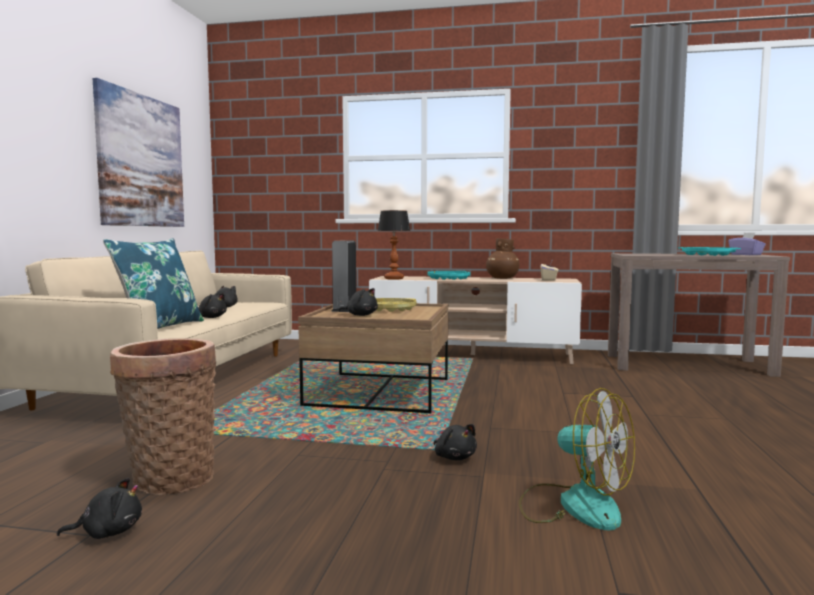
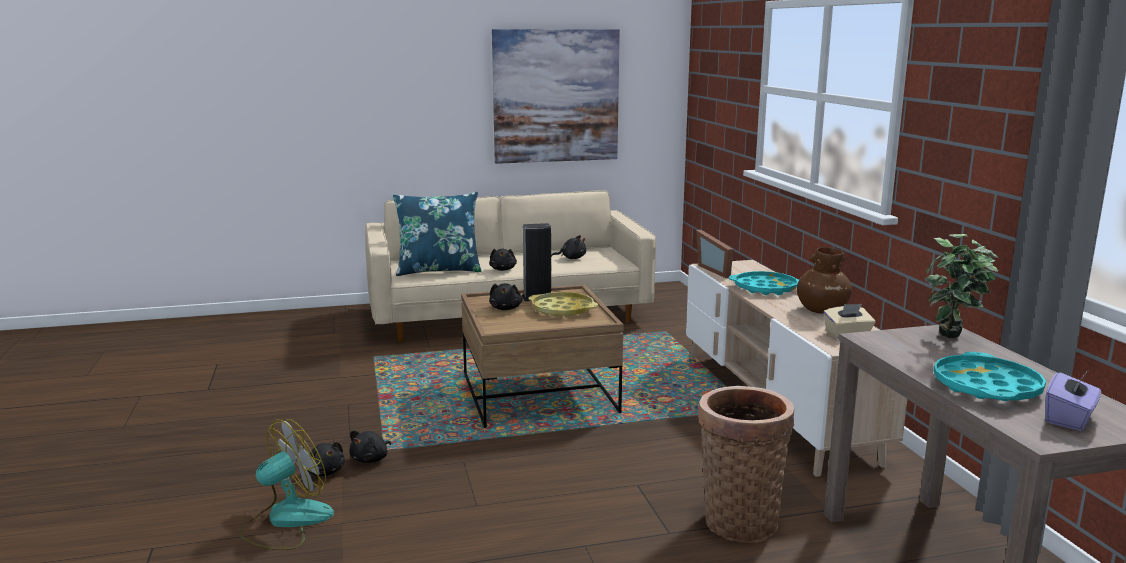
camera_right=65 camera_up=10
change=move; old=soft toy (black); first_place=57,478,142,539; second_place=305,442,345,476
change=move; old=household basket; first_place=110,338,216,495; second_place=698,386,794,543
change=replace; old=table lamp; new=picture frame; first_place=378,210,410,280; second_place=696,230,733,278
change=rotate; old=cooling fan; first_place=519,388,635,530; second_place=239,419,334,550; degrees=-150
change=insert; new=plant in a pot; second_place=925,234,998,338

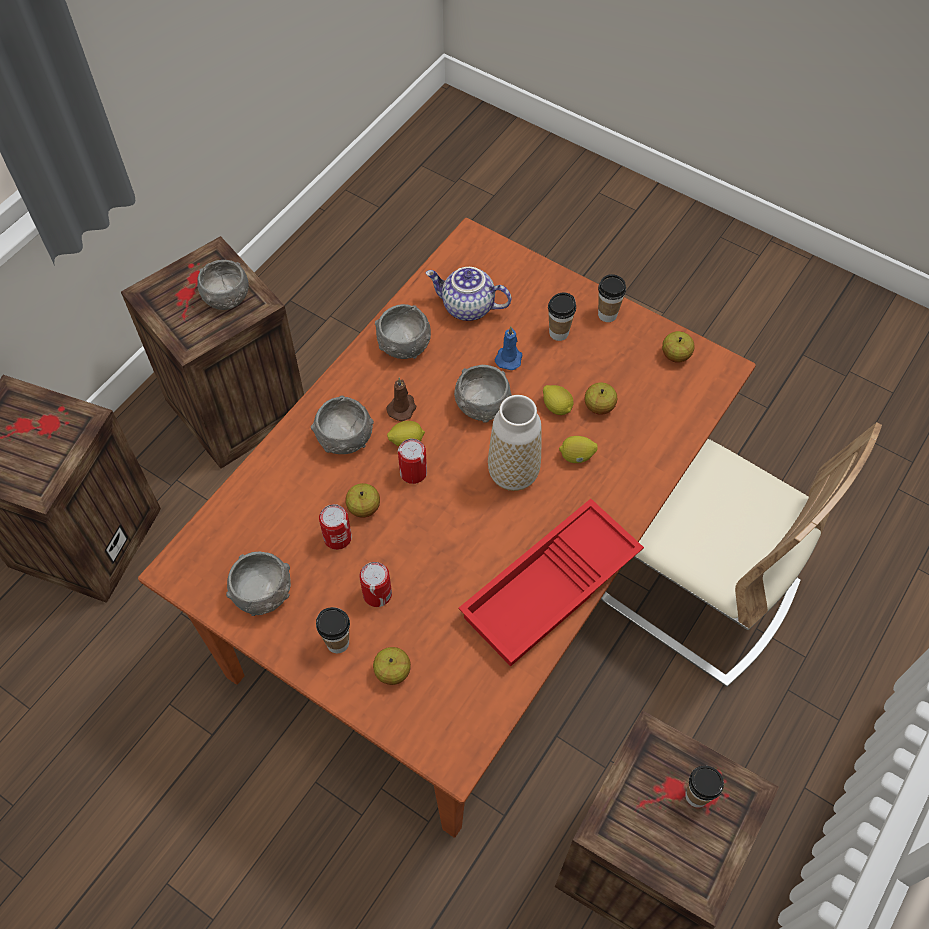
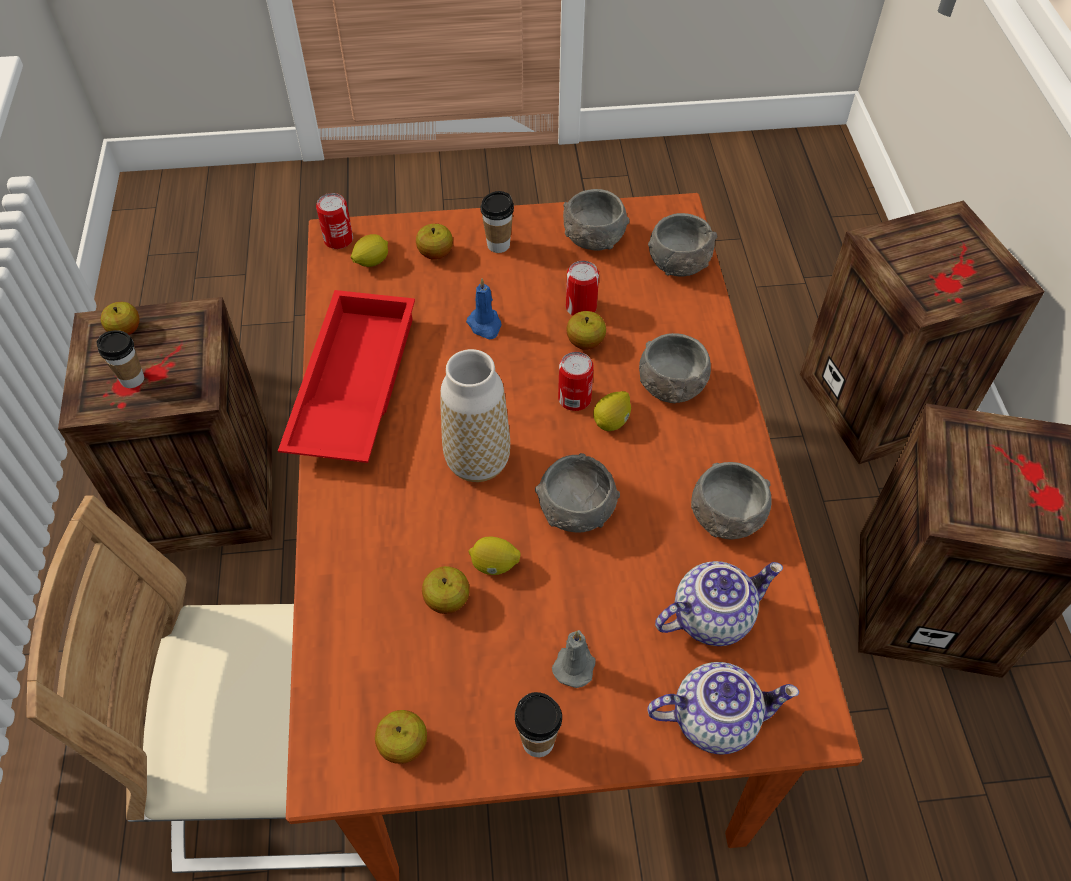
camera_right=140 camera_up=-5
change=move; old=serving bowl (greyish); first_place=197,260,249,310; second_place=648,213,717,277
change=move; old=metal can; first_place=359,562,392,607; second_place=316,193,353,249
change=delete; old=wax candle (brown); first_place=386,378,416,421
change=move; old=wax candle (blue); first_place=495,327,522,370; second_place=466,278,502,339
change=replace; old=small cup; new=wax candle (greyish); first_place=548,292,576,341; second_place=552,630,596,688
change=move; old=lemon; first_place=559,436,598,463; second_place=351,234,388,267
change=insert; new=whole apple; second_place=100,302,139,335
change=insert; new=teapot; second_place=647,662,799,755

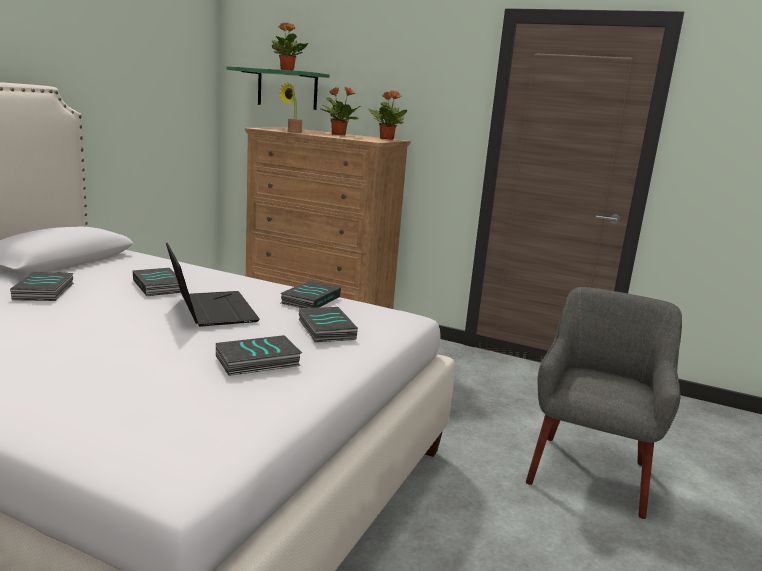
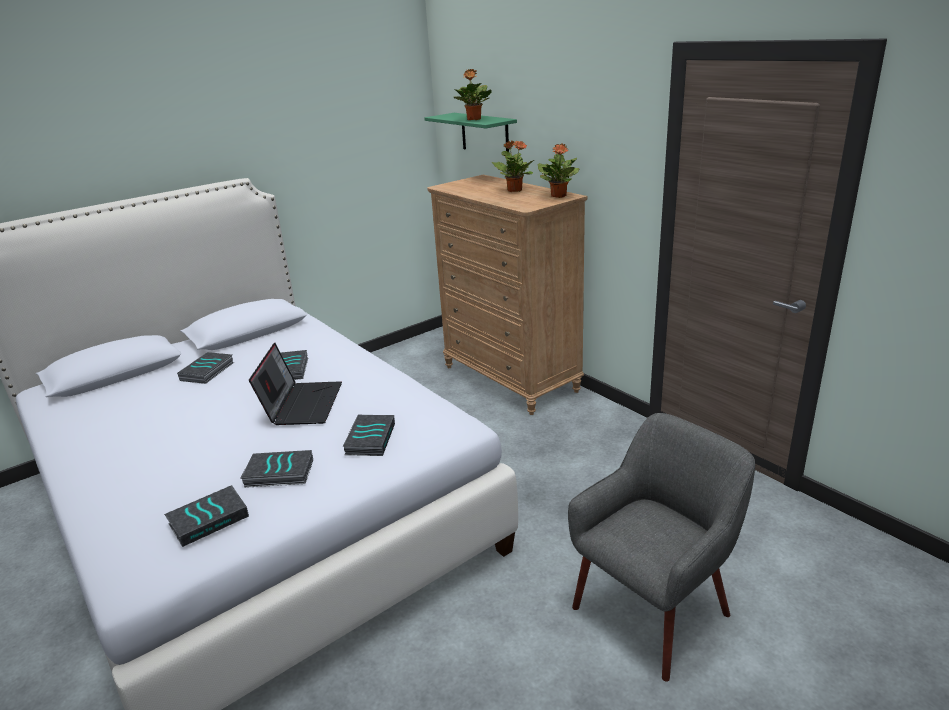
camera_right=30 camera_up=10
change=delete; old=plant in a pot; first_place=279,82,302,133
change=move; old=bound book; first_place=281,280,341,308; second_place=164,485,249,547

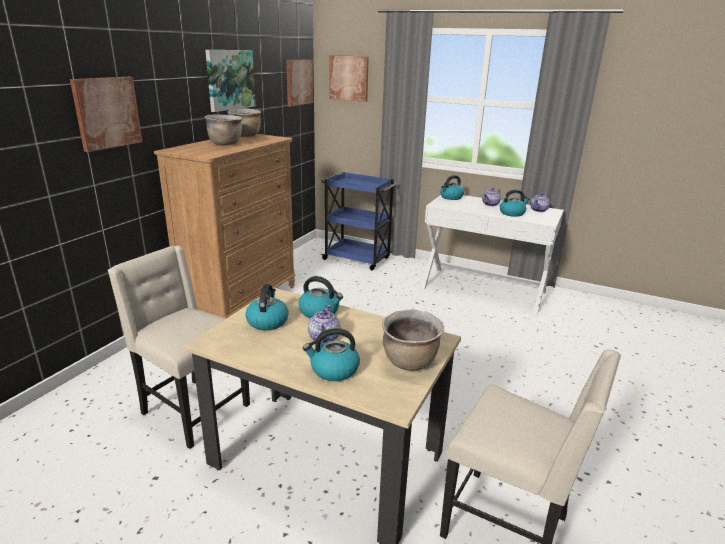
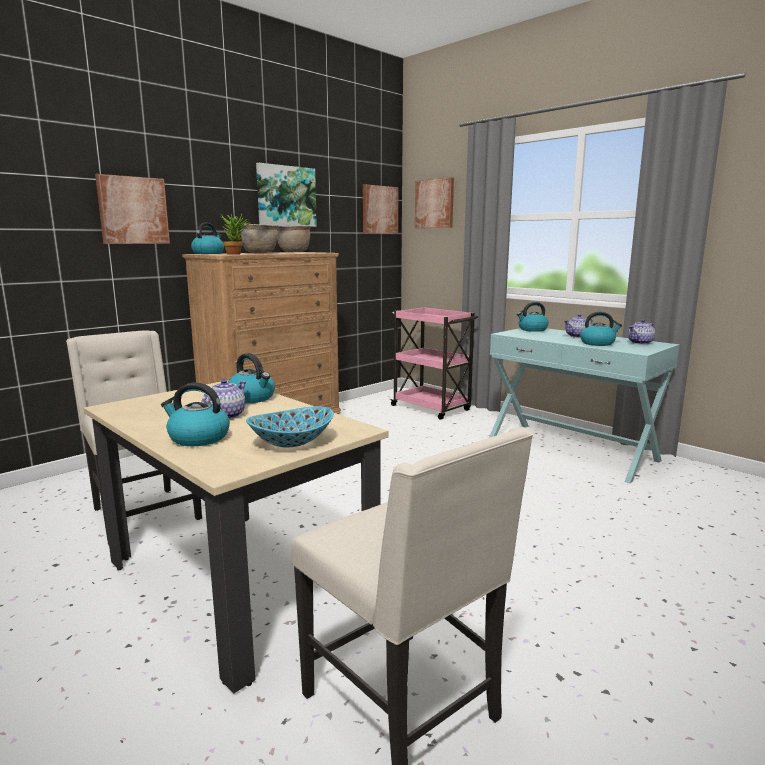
camera_right=20 camera_up=-10
change=move; old=tea kettle; first_place=245,284,289,330; second_place=191,223,224,254
change=recolor; old=wheeled cart (blue); new=wheeled cart (pink); first_place=321,172,398,271; second_place=390,307,478,420
change=replace; old=stockpot (brown); new=serving bowl; first_place=382,309,444,371; second_place=246,406,334,448
change=recolor; old=hall table (white); new=hall table (turquoise); first_place=421,195,564,315; second_place=489,328,680,483
change=insert; new=plant in a pot; second_place=221,214,250,255

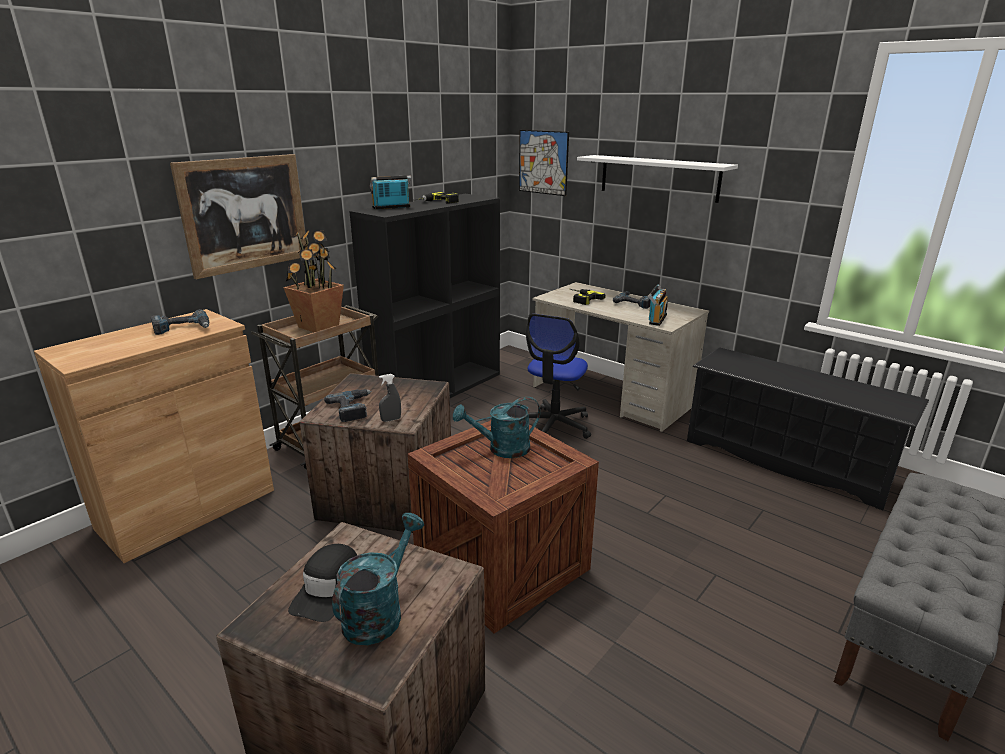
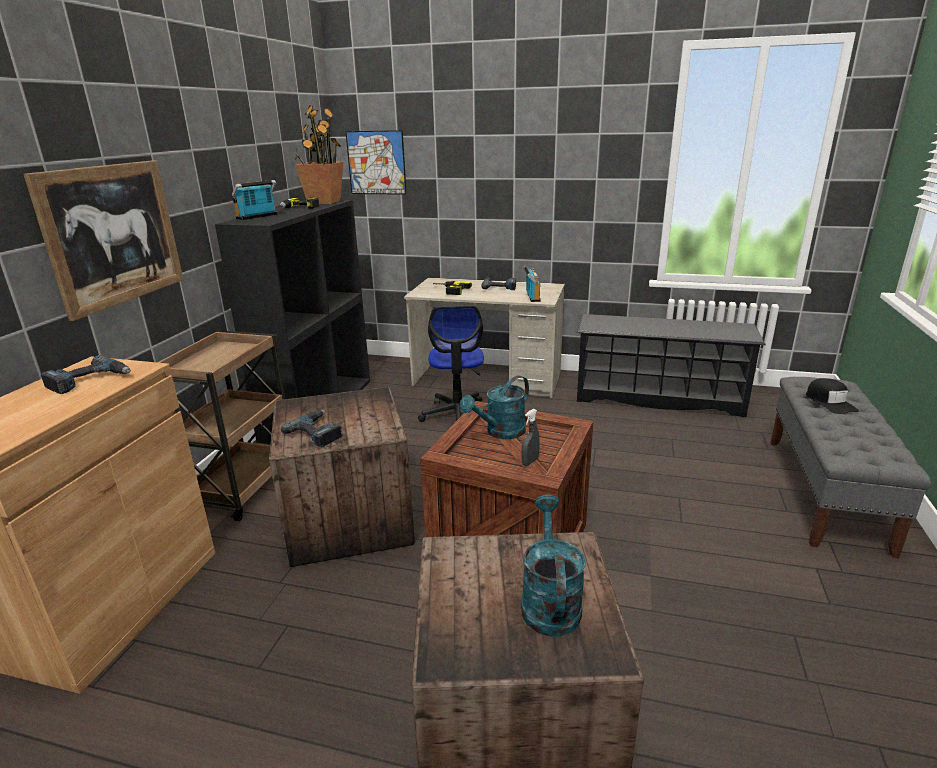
camera_right=-25 camera_up=0
change=move; old=plant in a pot; first_place=283,227,344,332; second_place=295,105,344,204
change=move; old=cap (black); first_place=288,544,357,622; second_place=806,378,859,414
change=move; old=spray bottle (greyish); first_place=379,374,401,422; second_place=522,409,540,466
change=delete; old=shelf (white); first_place=577,155,738,203

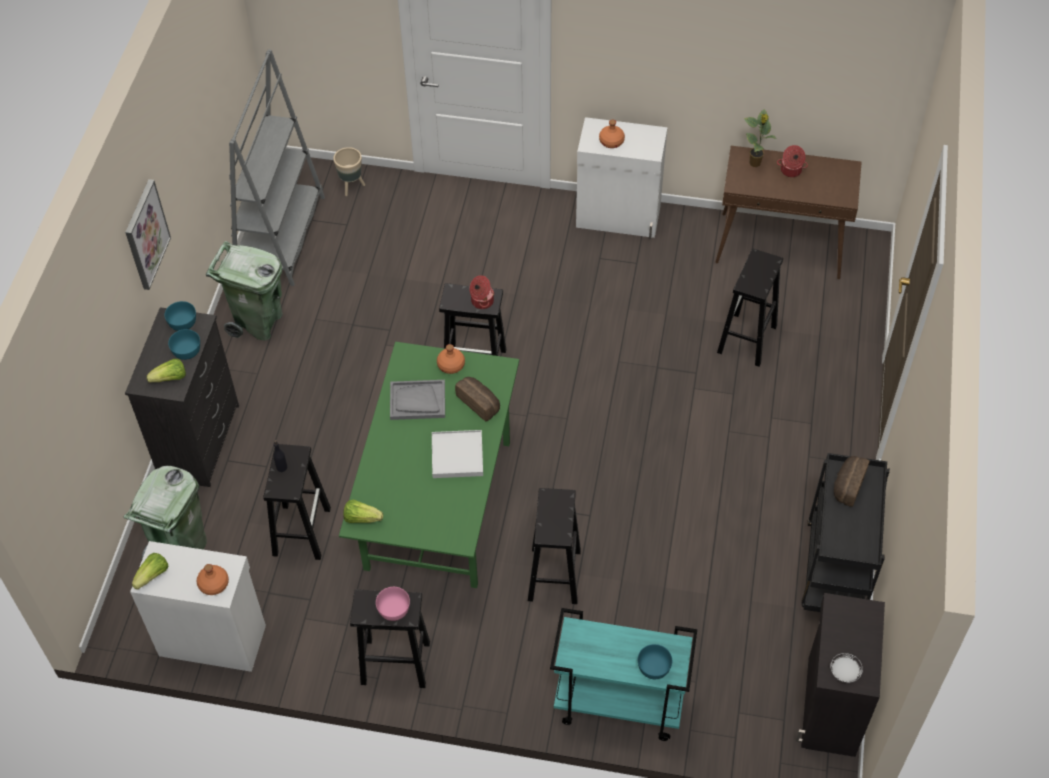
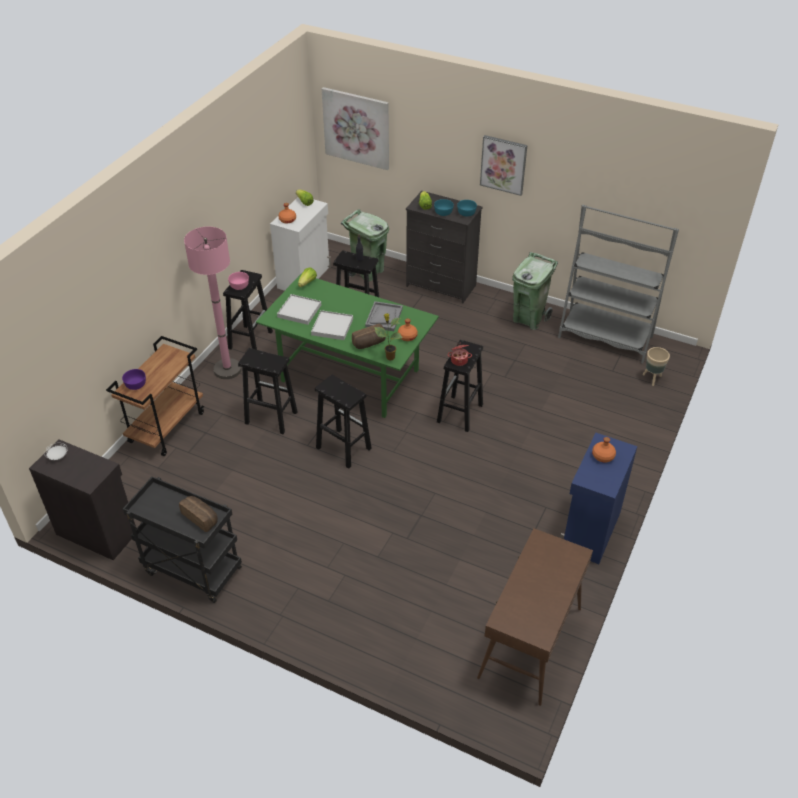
camera_right=105 camera_up=-10
change=recolor; old=wheeled cart (turquoise); new=wheeled cart (brown); first_place=550,608,697,741; second_place=106,336,204,456
change=recolor; old=cabinet (white); new=cabinet (blue); first_place=576,117,668,239; second_place=560,433,637,564
change=recolor; old=serving bowl (turquoise); new=serving bowl (purple); first_place=638,644,672,679; second_place=122,369,146,390
change=move; old=sitting stool (black); first_place=717,249,783,367; second_place=315,375,372,469
change=move; old=plant in a pot; first_place=744,109,776,167; second_place=374,313,403,360
change=delete; old=stockpot; first_place=777,145,808,177
change=insert; new=floor lamp (pink); second_place=184,227,242,379
change=insert; new=carrying tray (white); second_place=277,294,321,325
change=insert; new=picture; second_place=322,87,389,170

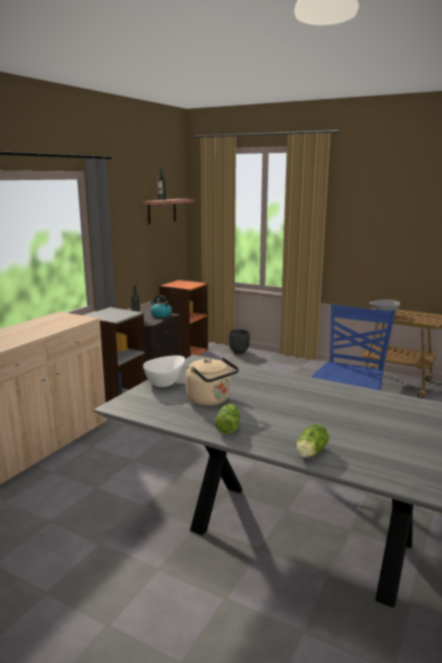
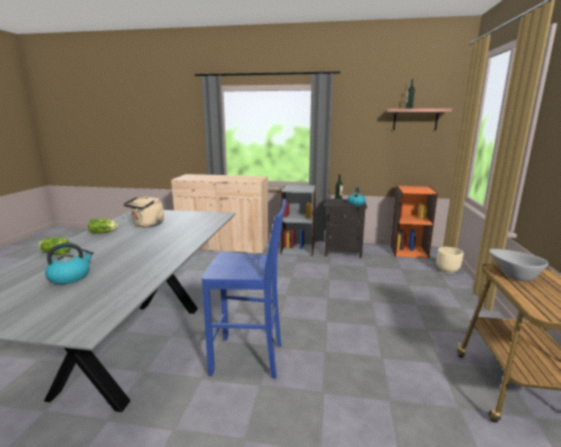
camera_right=70 camera_up=0
change=delete; old=serving bowl (white); first_place=143,355,185,387
change=recolor; old=flower pot (black); new=flower pot (beige); first_place=228,329,250,354; second_place=437,247,464,274
change=insert; new=tea kettle; second_place=45,243,94,284

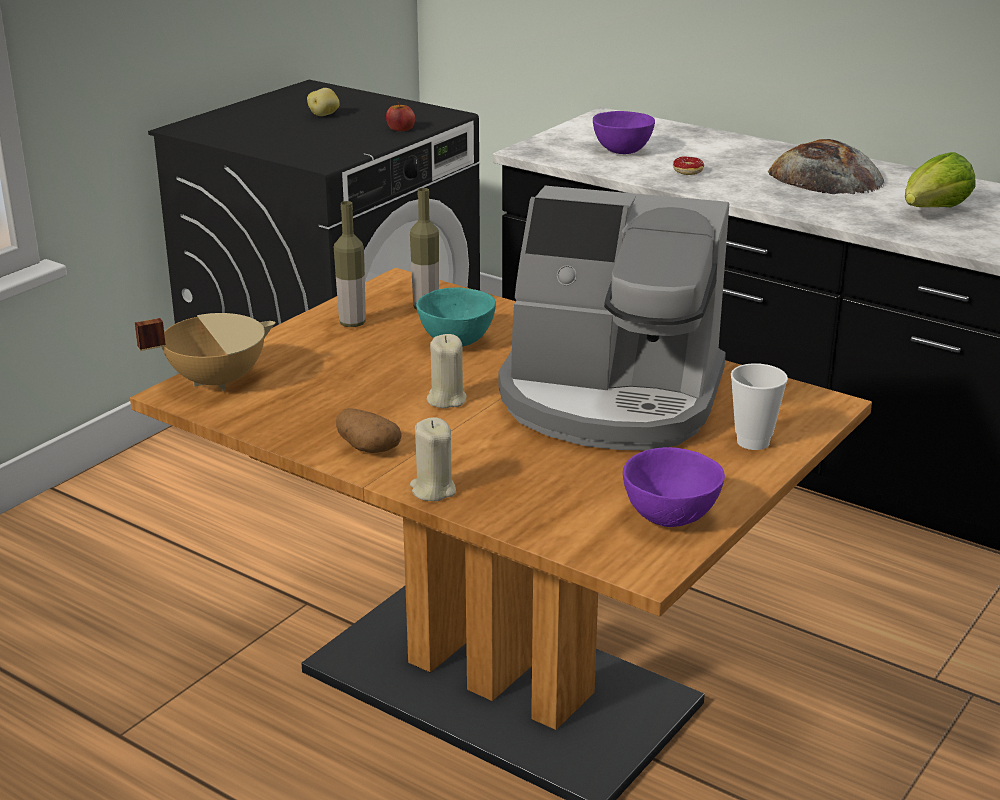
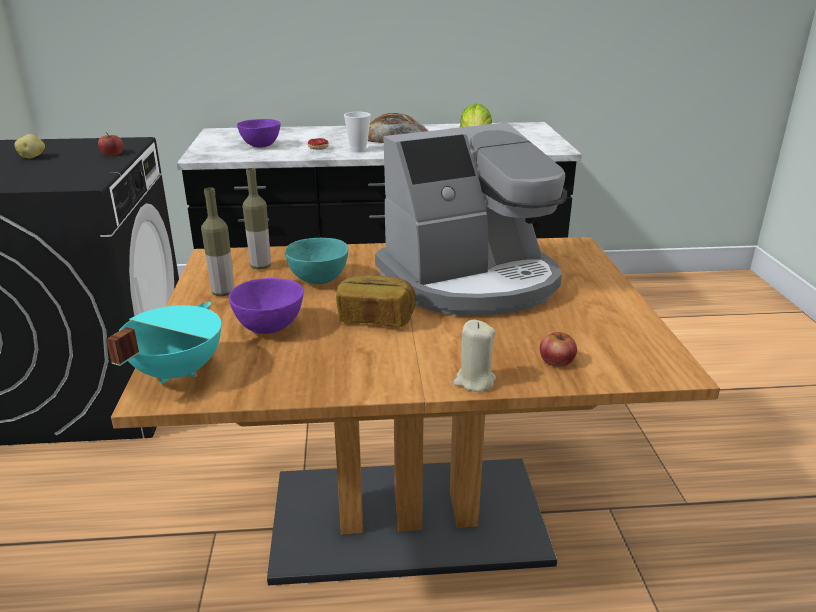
camera_right=-40 camera_up=0
change=recolor; old=stockpot (beige); new=stockpot (turquoise); first_place=135,313,276,391; second_place=106,302,221,384
change=delete; old=spud; first_place=336,408,402,453
change=replace; old=wax candle (beige); new=baked bread; first_place=427,334,467,408; second_place=336,275,416,327
change=move; old=serving bowl (purple); first_place=623,447,725,527; second_place=229,278,304,334
change=move; old=small cup; first_place=731,363,788,450; second_place=344,112,371,152
change=insert; new=whole apple; second_place=540,332,577,367

